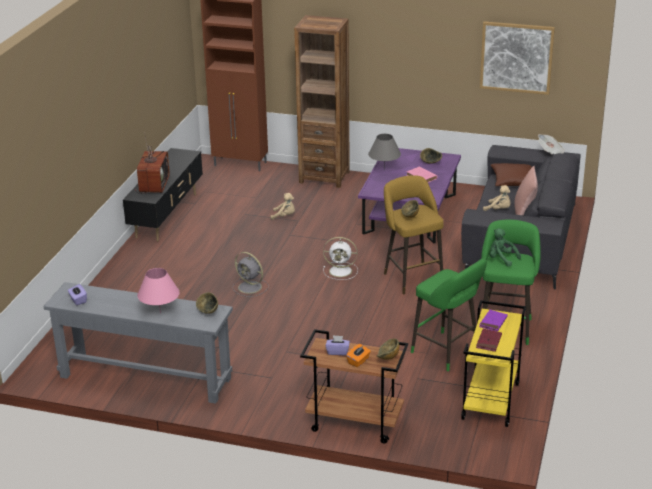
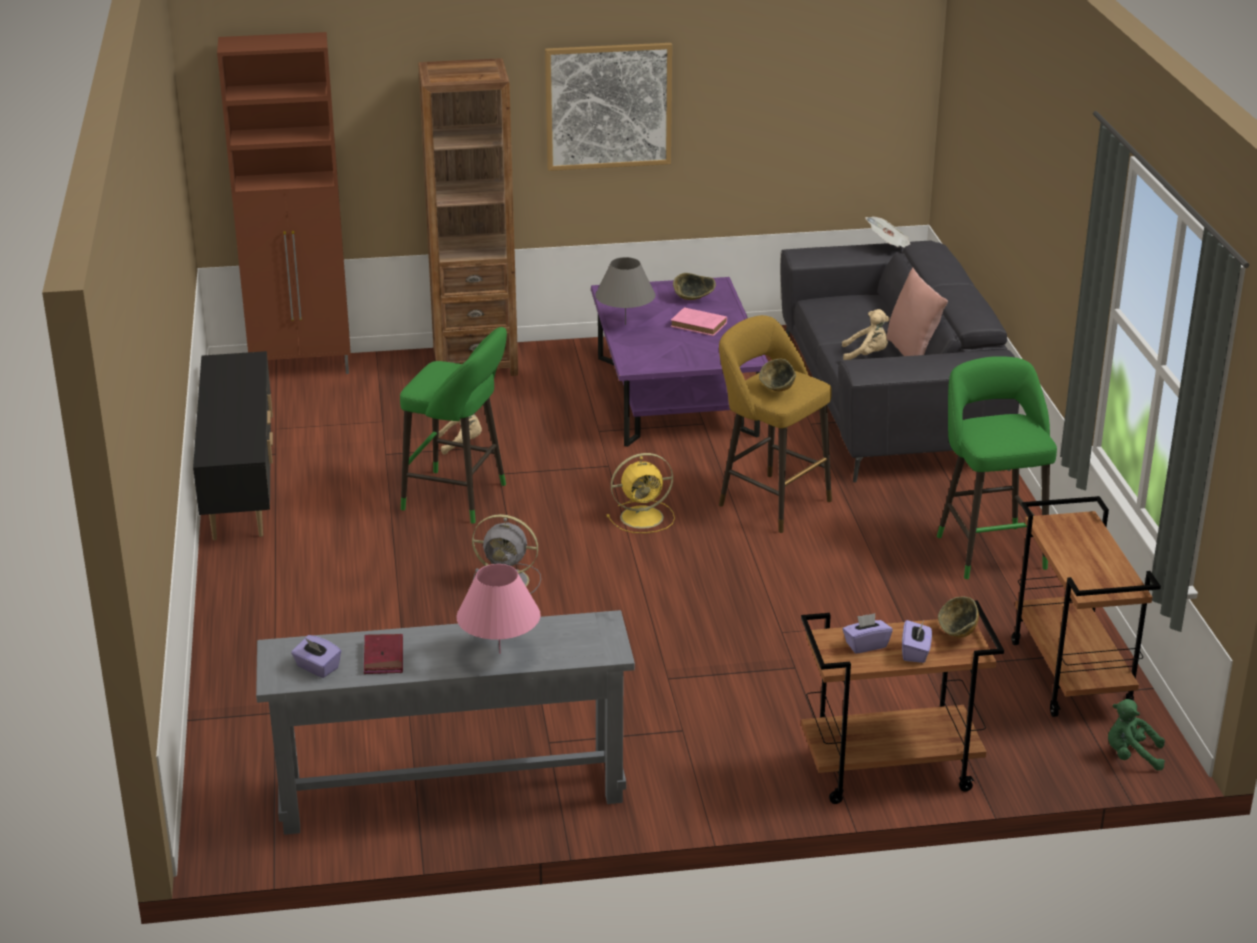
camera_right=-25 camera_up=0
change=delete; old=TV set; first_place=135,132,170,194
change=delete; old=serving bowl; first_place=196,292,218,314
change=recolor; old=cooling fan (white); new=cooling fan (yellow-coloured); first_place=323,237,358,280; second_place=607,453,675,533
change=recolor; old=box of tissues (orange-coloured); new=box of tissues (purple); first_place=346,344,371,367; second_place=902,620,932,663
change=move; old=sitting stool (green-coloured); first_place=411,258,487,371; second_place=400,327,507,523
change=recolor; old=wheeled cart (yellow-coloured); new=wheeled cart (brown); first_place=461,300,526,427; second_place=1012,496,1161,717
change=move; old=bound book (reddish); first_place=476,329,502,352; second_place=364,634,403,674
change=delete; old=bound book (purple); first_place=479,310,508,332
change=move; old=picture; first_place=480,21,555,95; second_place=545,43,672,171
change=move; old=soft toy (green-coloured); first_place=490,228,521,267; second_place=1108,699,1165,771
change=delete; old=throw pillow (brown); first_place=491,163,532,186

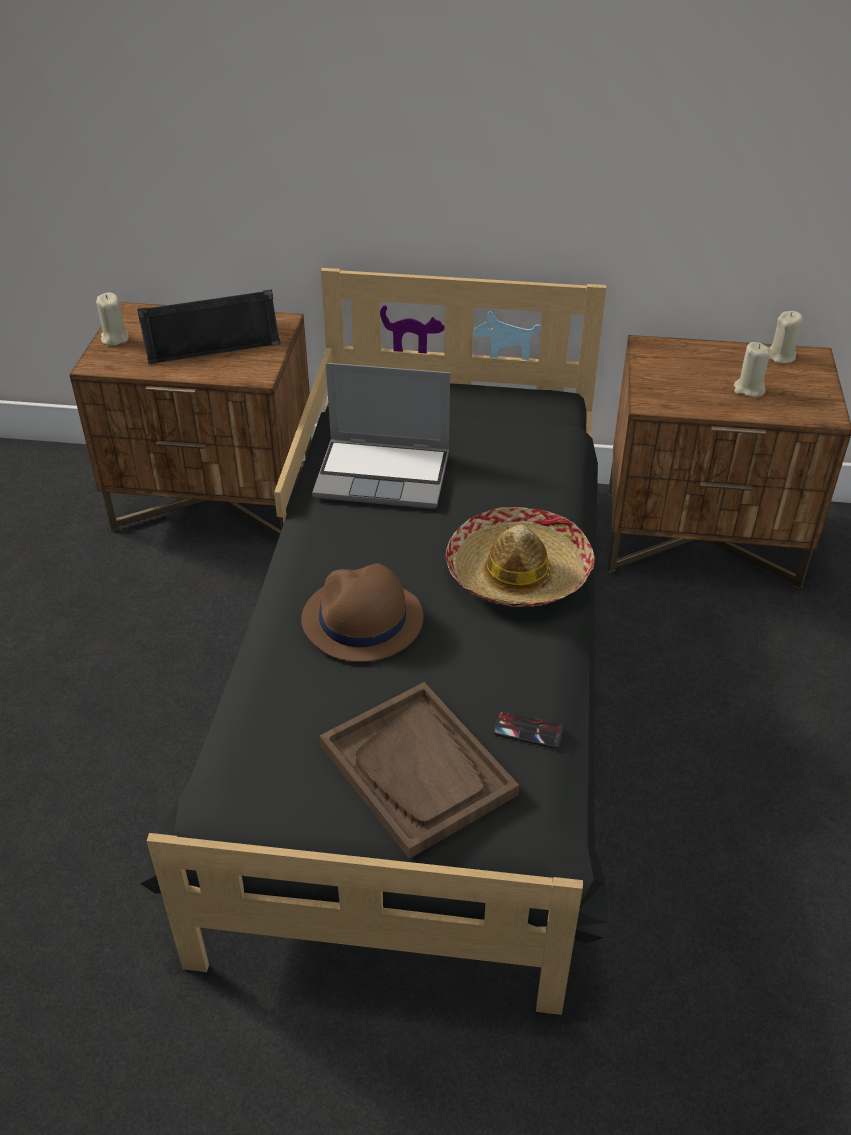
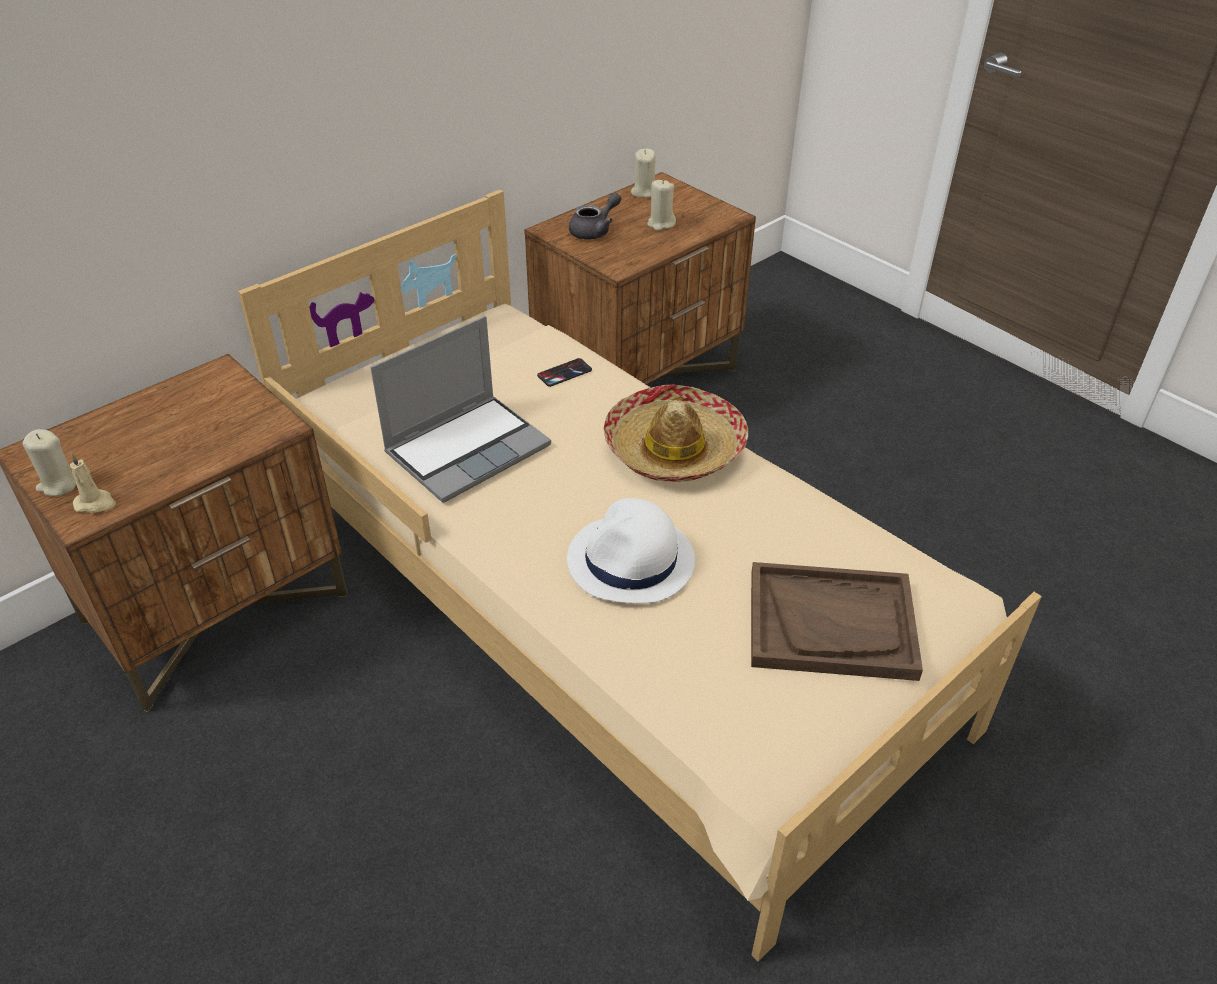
camera_right=-50 camera_up=0
change=delete; old=loudspeaker (black); first_place=137,289,280,365
change=recolor; old=bedroom bed (black); new=bedroom bed (beige); first_place=140,268,609,1015; second_place=238,190,1042,962
change=recolor; old=wearable hat (brown); new=wearable hat (white); first_place=301,563,423,662; second_place=567,498,695,603
change=move; old=telephone; first_place=493,711,564,748; second_place=537,358,592,387
change=insert; new=wax candle (beige); second_place=70,453,116,513
change=insert; new=teapot (greyish); second_place=569,192,621,240

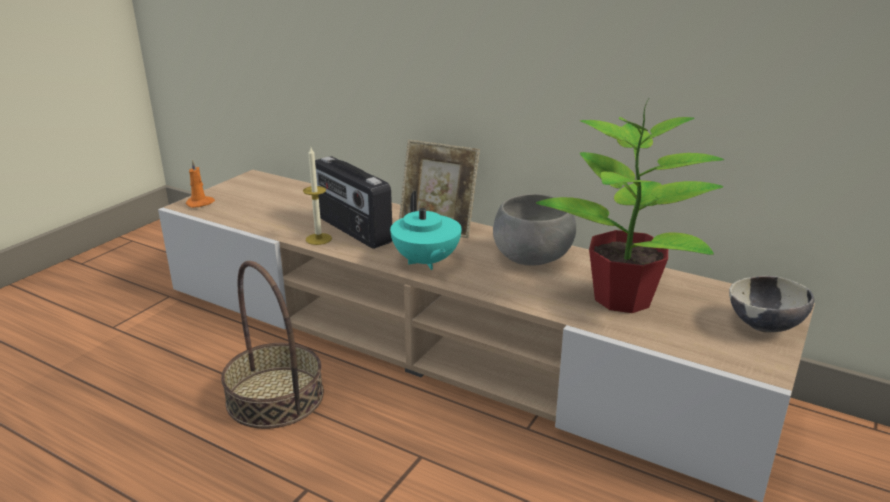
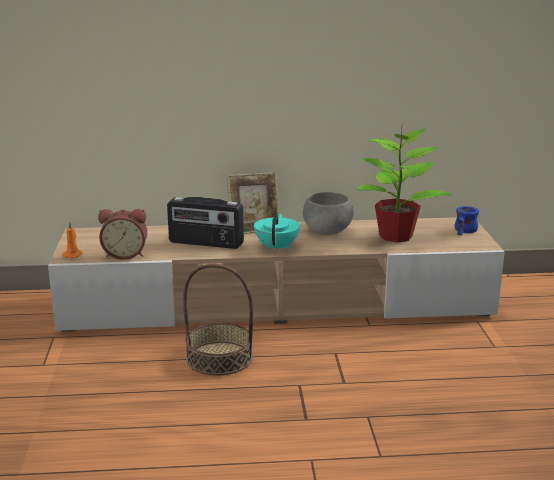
camera_right=-35 camera_up=-5
change=delete; old=wax candle; first_place=303,147,332,245
change=rotate; old=teapot (turquoise); first_place=390,191,462,270; second_place=254,213,300,252; degrees=-120
change=replace; old=serving bowl; new=mug (blue); first_place=729,276,814,333; second_place=455,206,479,236
change=insert; new=bedside clock; second_place=98,209,147,260

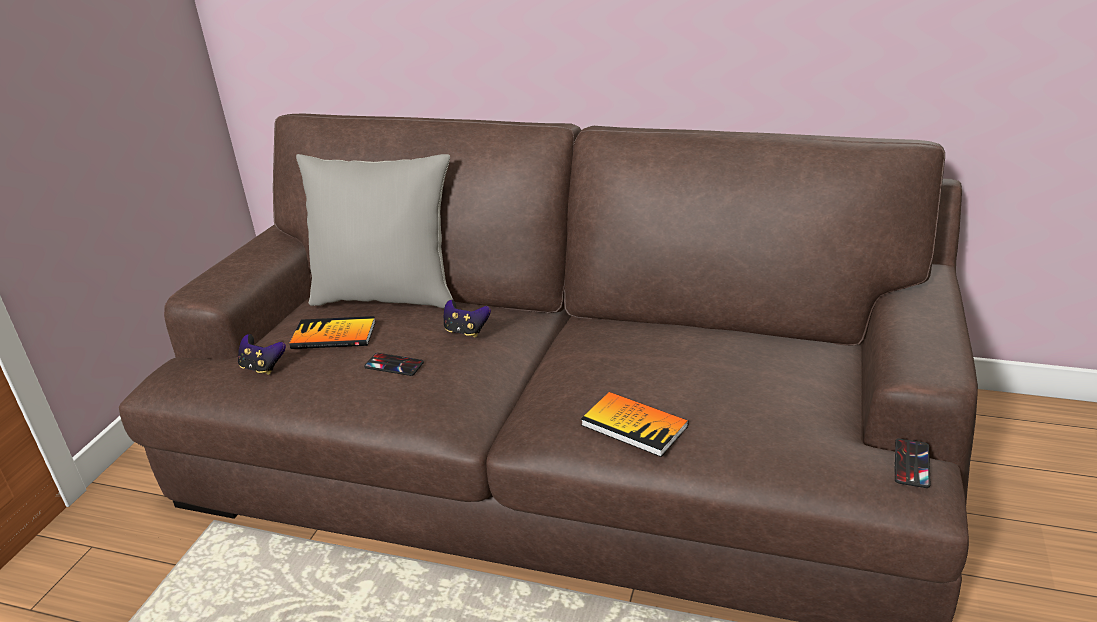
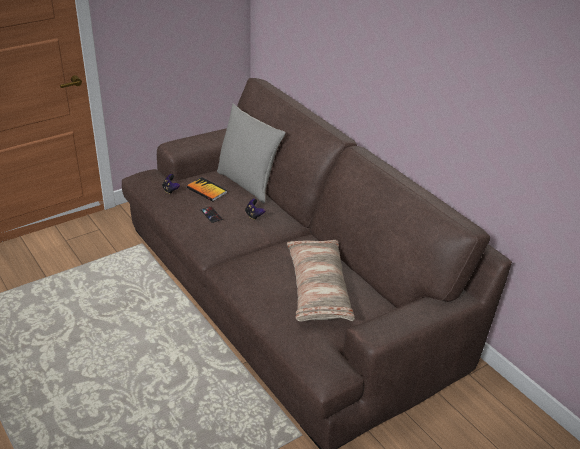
camera_right=35 camera_up=5
change=delete; old=bound book; first_place=581,392,689,457
change=delete; old=telephone; first_place=894,439,930,488
change=insert; new=throw pillow; second_place=287,240,355,321

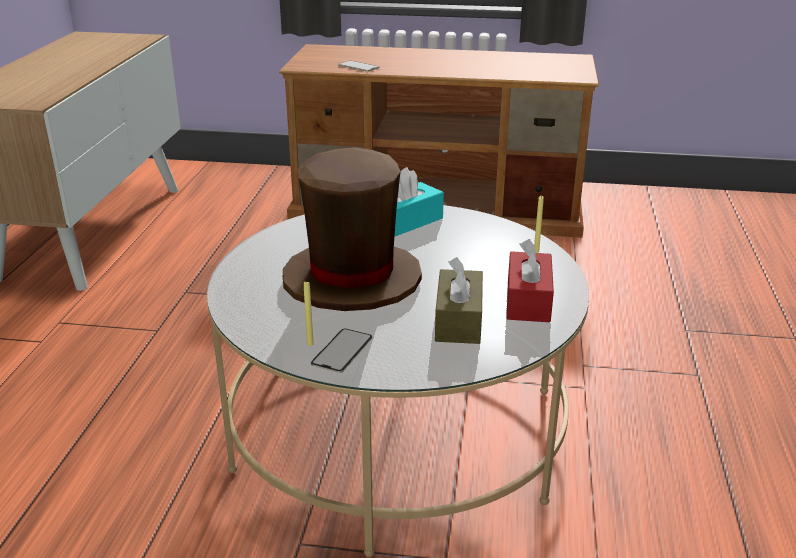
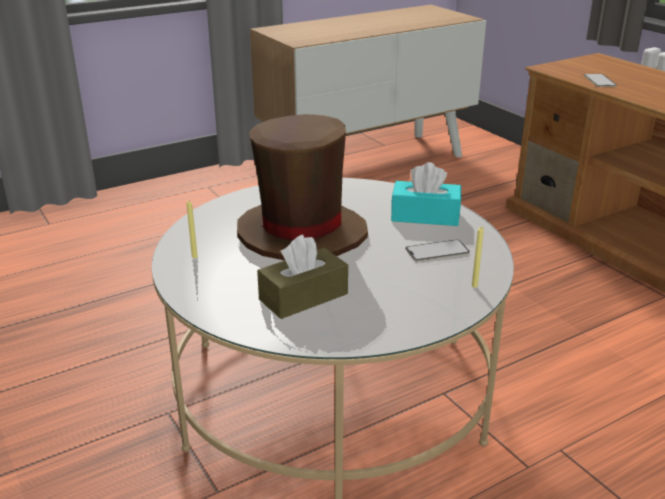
camera_right=50 camera_up=0
change=move; old=telephone; first_place=311,329,372,373; second_place=406,239,470,261
change=delete; old=box of tissues (reddish); first_place=507,239,554,322

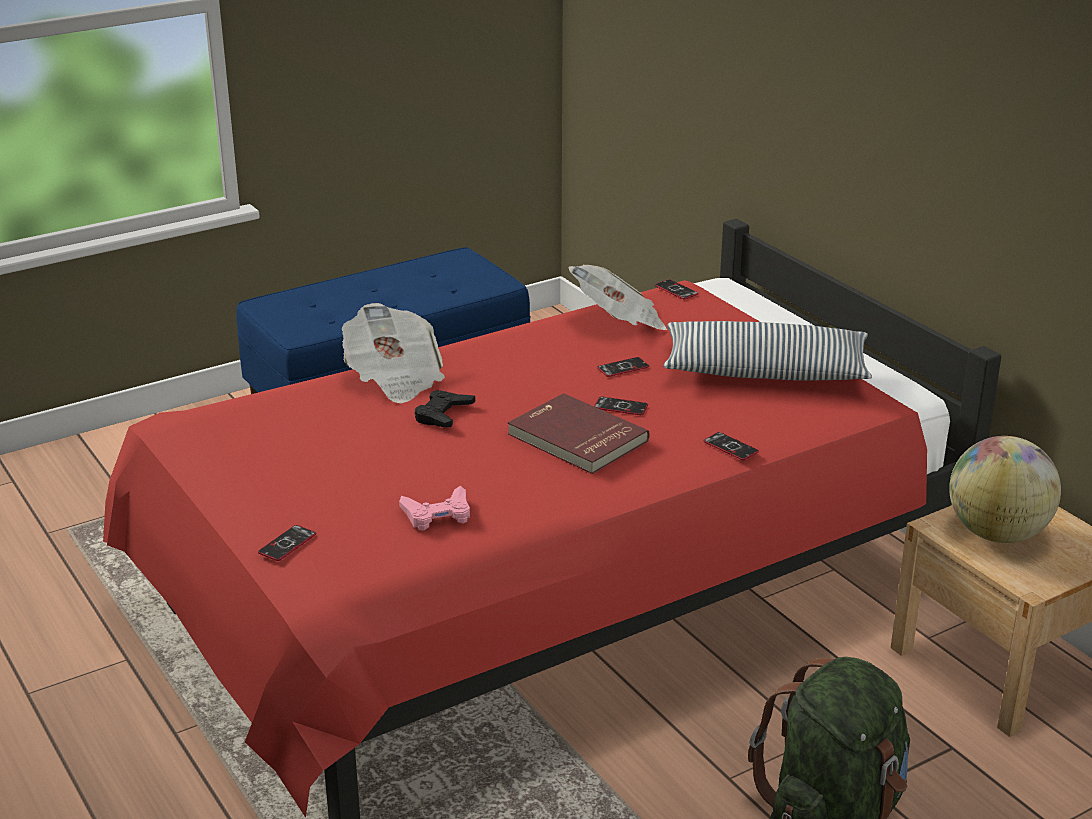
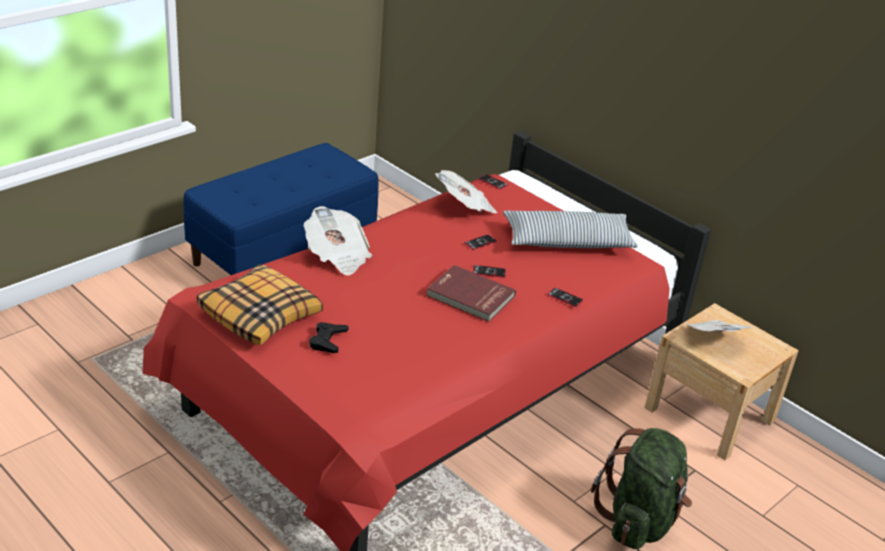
camera_right=-15 camera_up=5
change=delete; old=telephone; first_place=258,525,316,561
change=delete; old=gamepad (pink); first_place=399,486,470,530
change=move; old=gamepad (black); first_place=415,390,475,428; second_place=309,322,349,353
change=replace; old=globe; new=printed paper; first_place=949,436,1061,543; second_place=687,320,753,333
change=insert; new=throw pillow; second_place=197,264,323,345

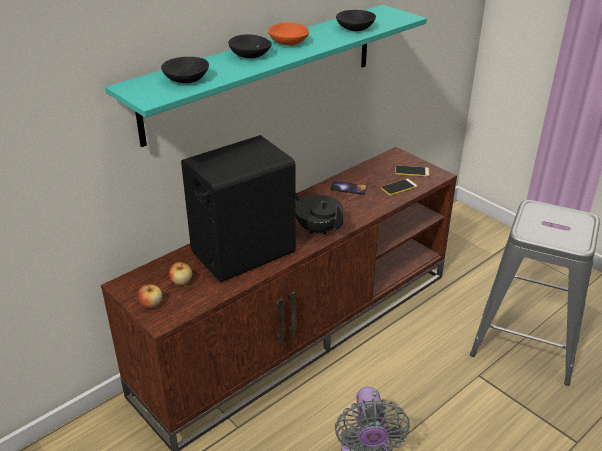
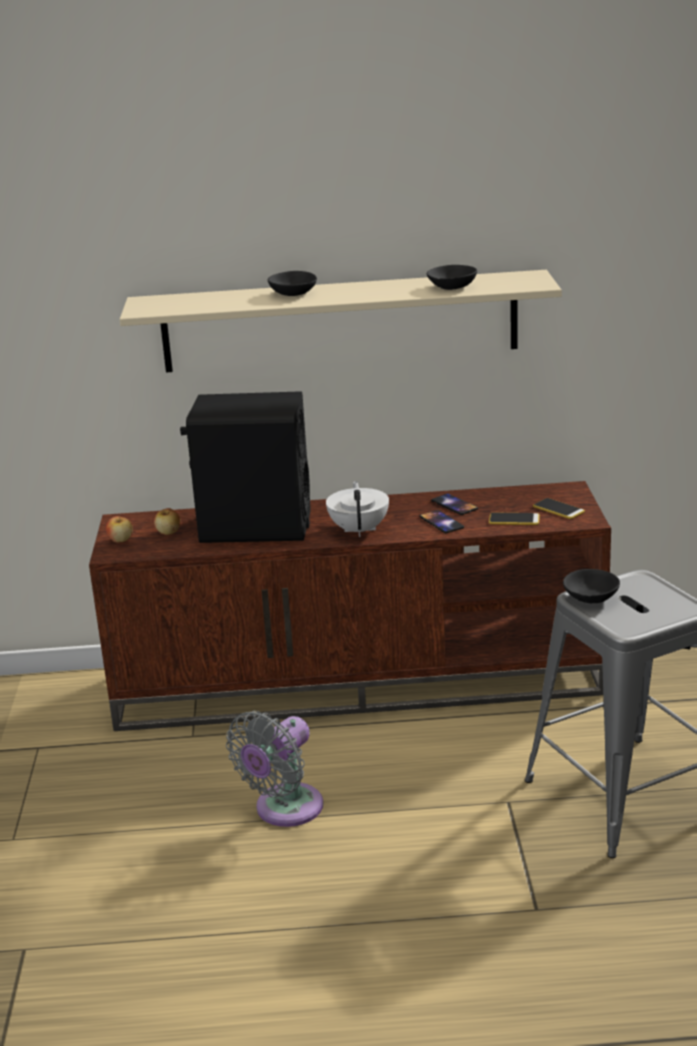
camera_right=40 camera_up=-10
change=recolor; old=shelf (turquoise); new=shelf (beige); first_place=105,5,427,147; second_place=120,270,562,372
change=move; old=serving bowl (black); first_place=161,57,209,83; second_place=563,569,620,603
change=delete; old=serving bowl (orange-coloured); first_place=268,22,309,46
change=recolor; old=teapot (black); new=teapot (white); first_place=296,193,343,235; second_place=326,481,389,537
change=insert; new=telephone; second_place=419,510,464,533

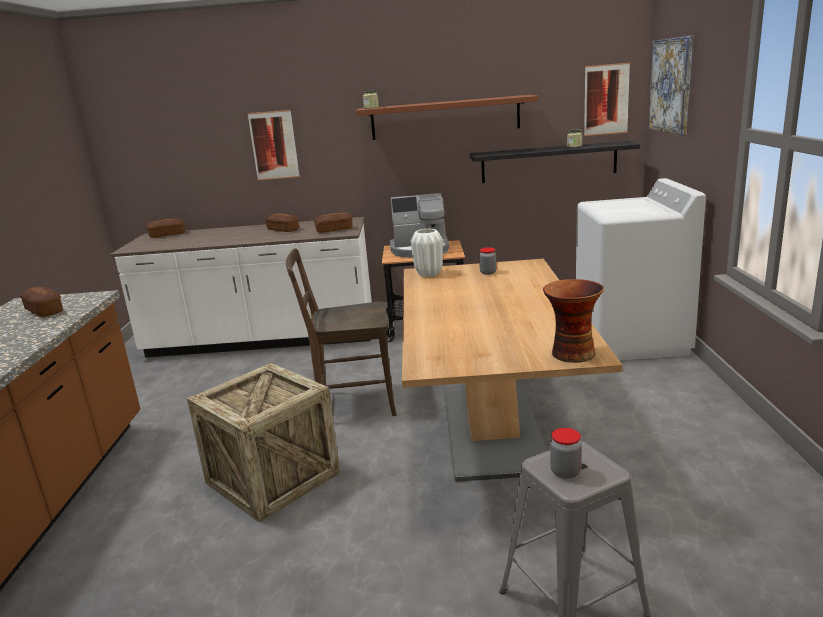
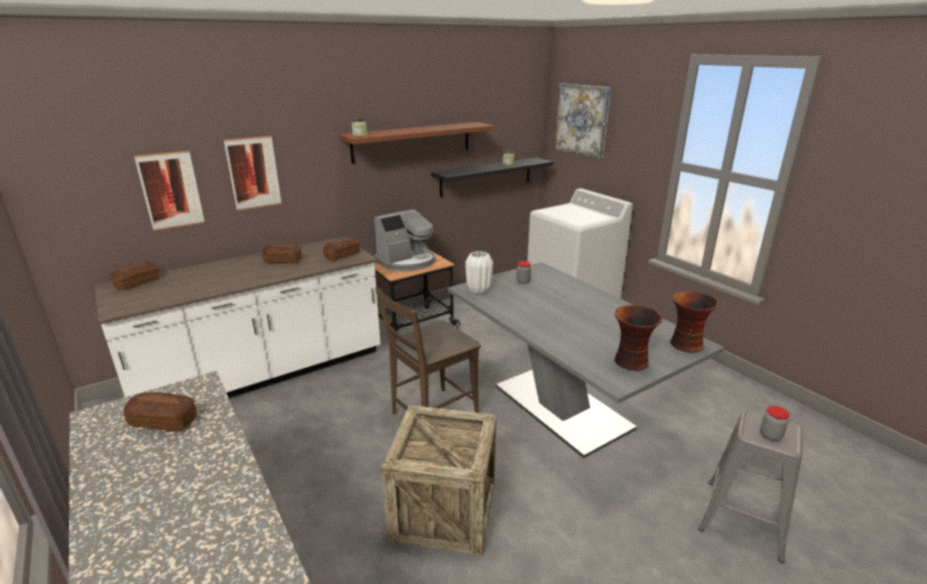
camera_right=-35 camera_up=5
change=recolor; old=kitchen table (brown); new=kitchen table (greyish); first_place=402,259,623,482; second_place=448,262,724,458
change=move; old=picture; first_place=584,63,630,136; second_place=134,151,205,230
change=insert; new=flower vase; second_place=614,305,662,371

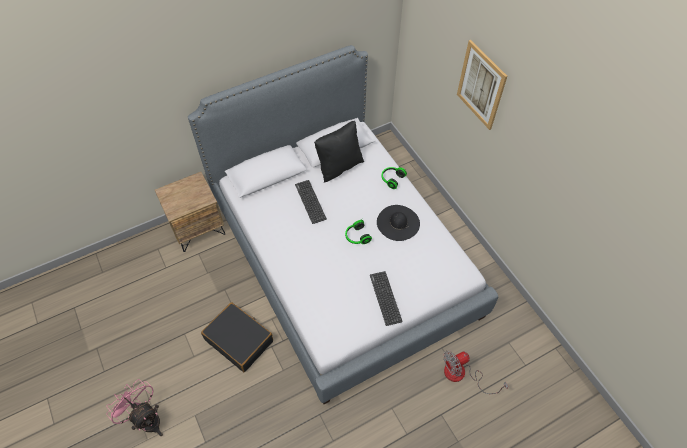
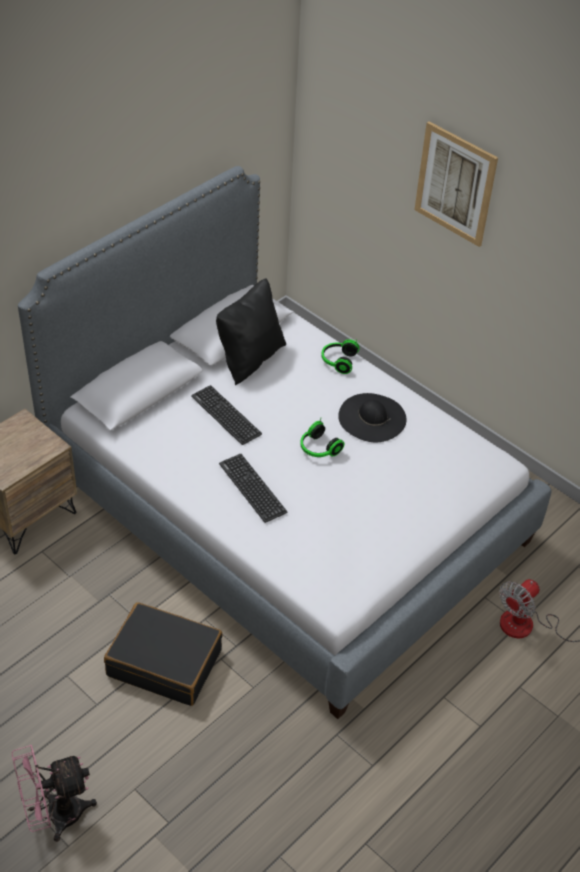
camera_right=-20 camera_up=-10
change=rotate; old=cooling fan (pink); first_place=106,379,163,436; second_place=12,745,97,842; degrees=-45
change=move; old=computer keyboard; first_place=370,271,403,326; second_place=219,454,287,523

